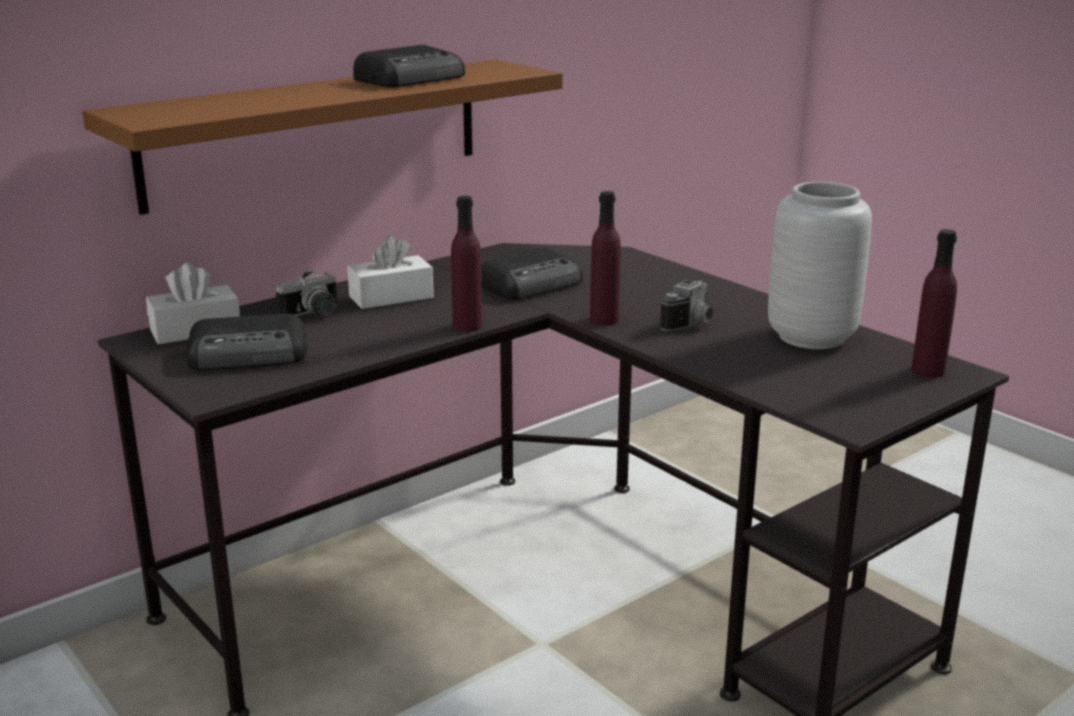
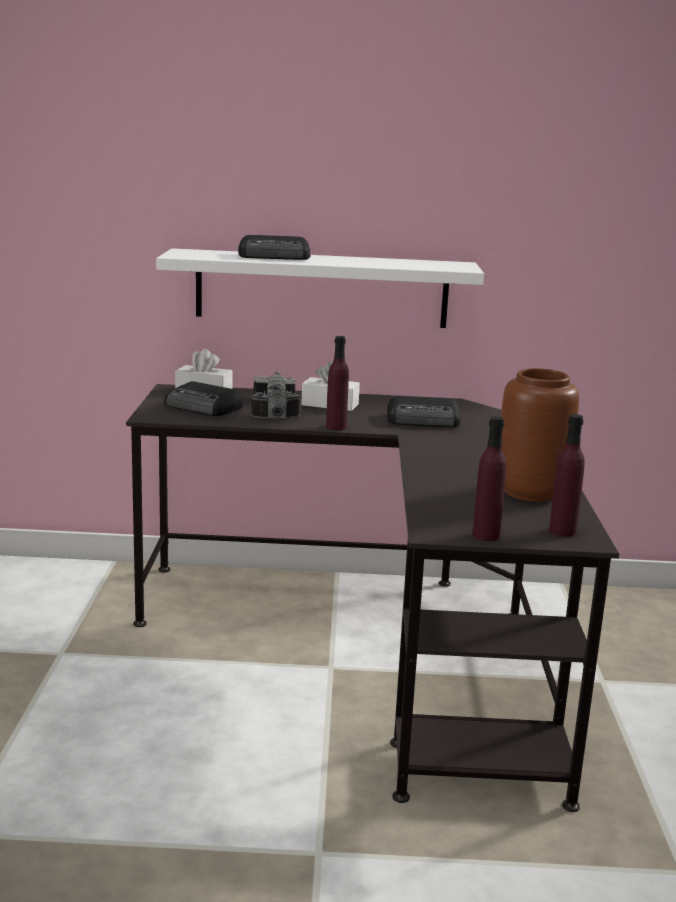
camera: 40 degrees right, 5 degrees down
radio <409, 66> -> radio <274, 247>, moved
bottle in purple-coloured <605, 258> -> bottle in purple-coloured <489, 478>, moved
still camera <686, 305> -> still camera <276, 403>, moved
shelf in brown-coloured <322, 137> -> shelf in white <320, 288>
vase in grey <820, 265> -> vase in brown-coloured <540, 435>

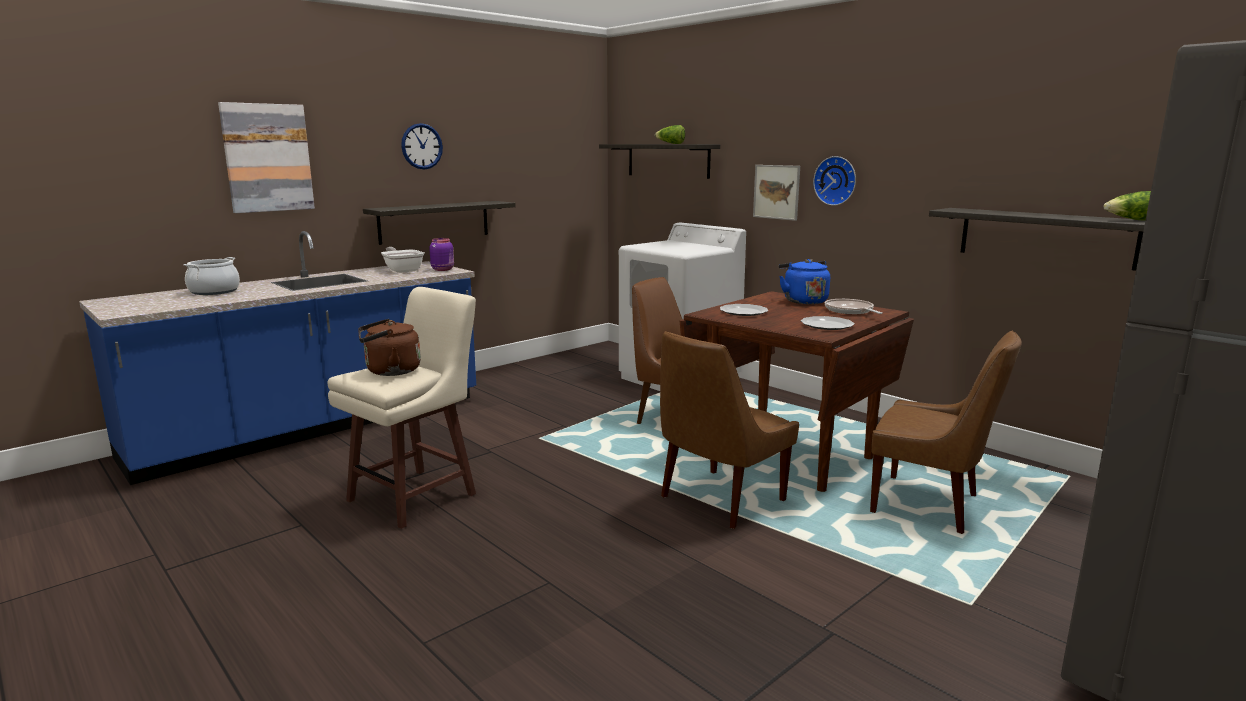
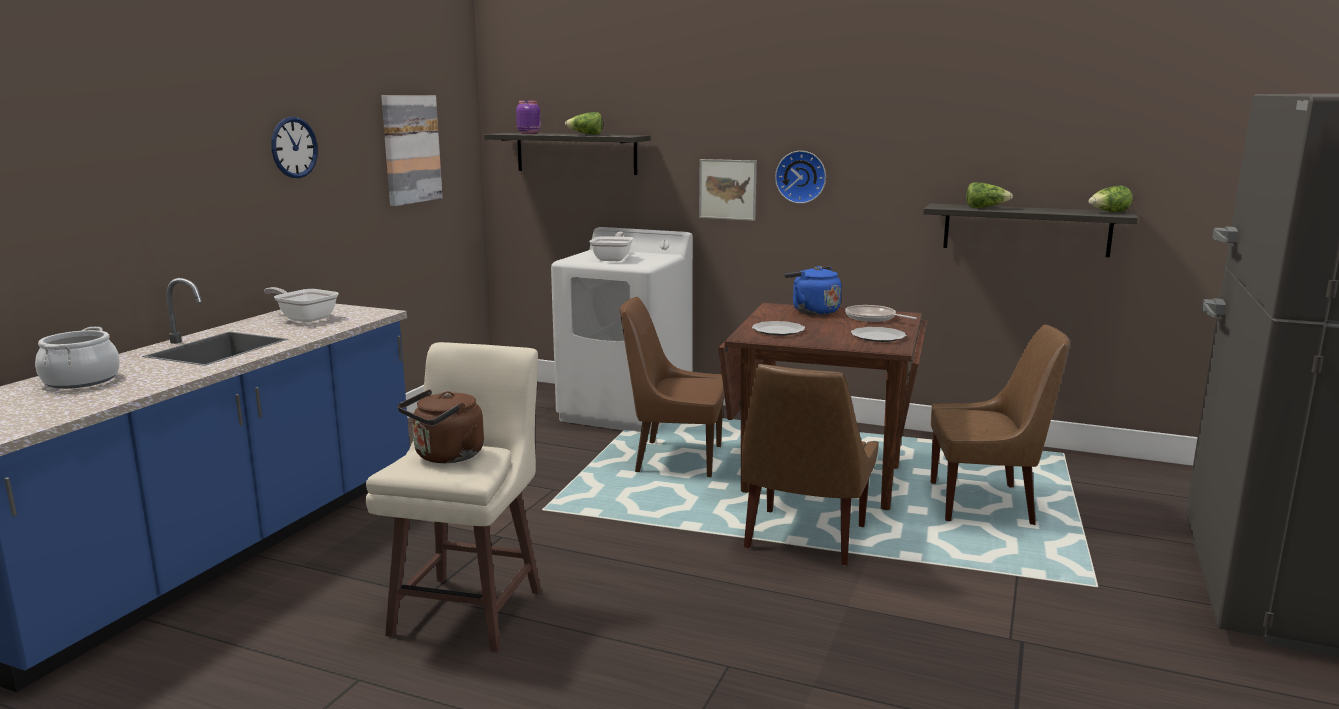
camera: 25 degrees left, 0 degrees up
shelf <439, 223> -> none
none -> frying pan <611, 246>
none -> lettuce head <989, 195>
wall picture <266, 157> -> wall picture <412, 150>, moved
jar in purple-coloured <441, 254> -> jar in purple-coloured <528, 117>, moved

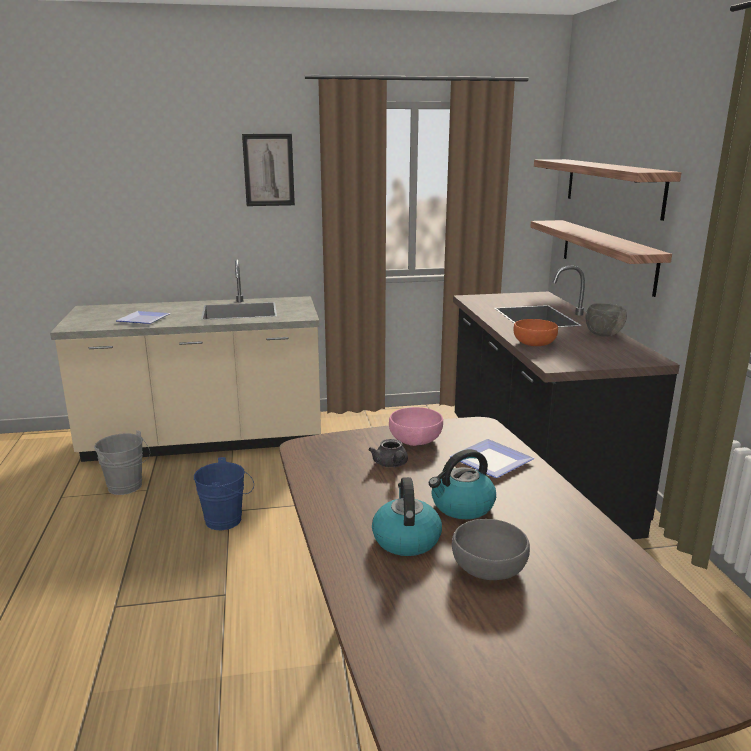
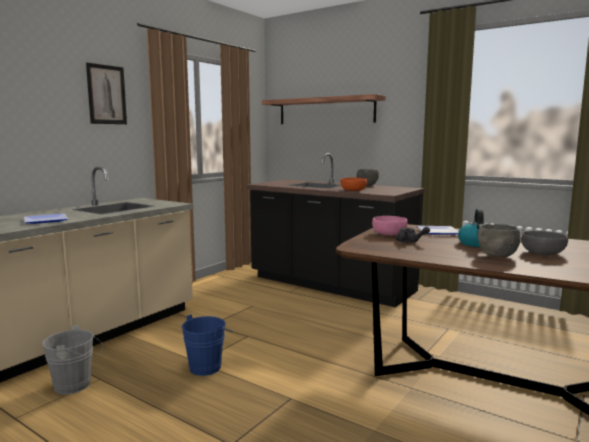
camera: 45 degrees left, 10 degrees down
shelf <601, 258> -> none
water kettle <407, 516> -> bowl in grey <499, 240>

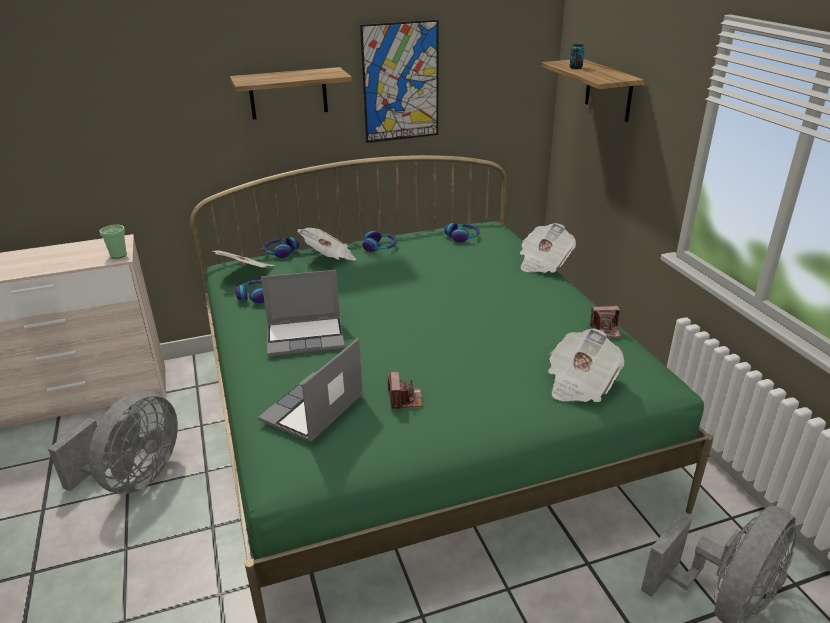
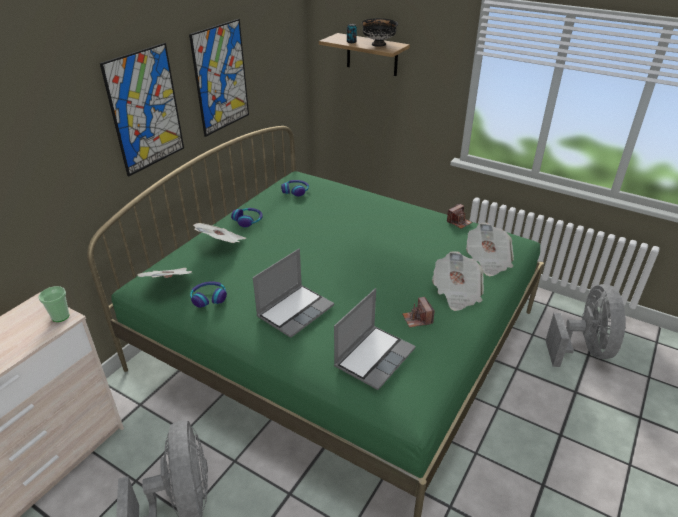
camera: 40 degrees left, 5 degrees up
headset <281, 247> -> none
none -> bowl in black <380, 32>
printed paper <548, 248> -> printed paper <458, 281>, moved
shelf <291, 93> -> wall picture <142, 109>
laptop <310, 390> -> laptop <375, 339>, 135 degrees counterclockwise
still camera <405, 391> -> still camera <418, 312>, 150 degrees counterclockwise

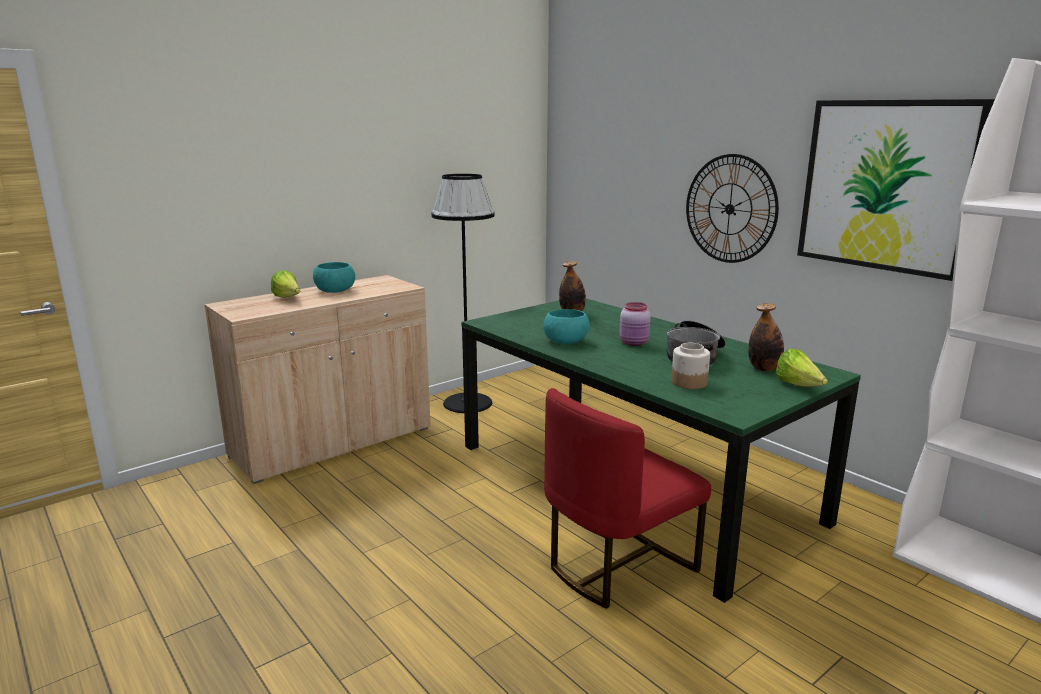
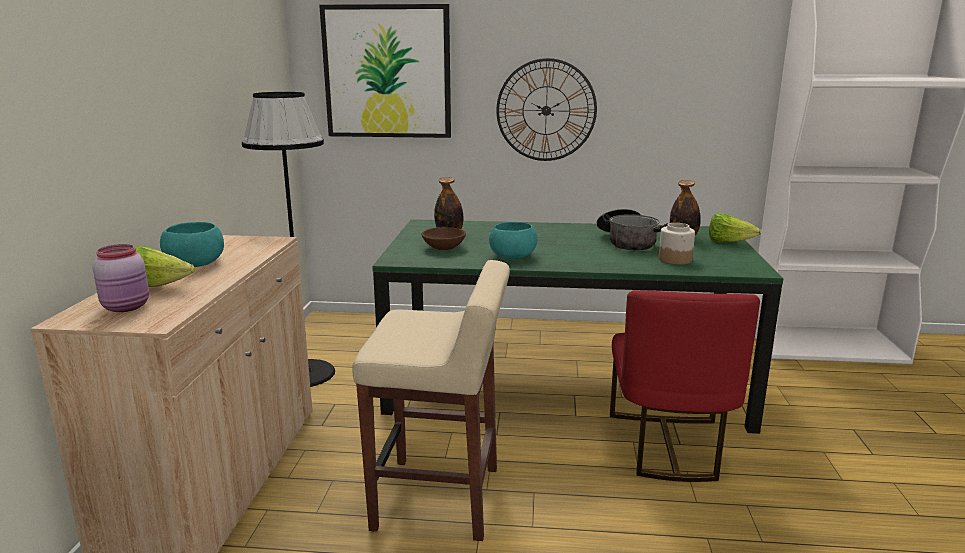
camera: 45 degrees left, 0 degrees up
none -> sitting stool in sand-coloured <431, 400>
none -> bowl in brown-coloured <444, 238>
jar in pink <635, 324> -> jar in pink <120, 278>, moved
wall picture <896, 190> -> wall picture <385, 71>, moved

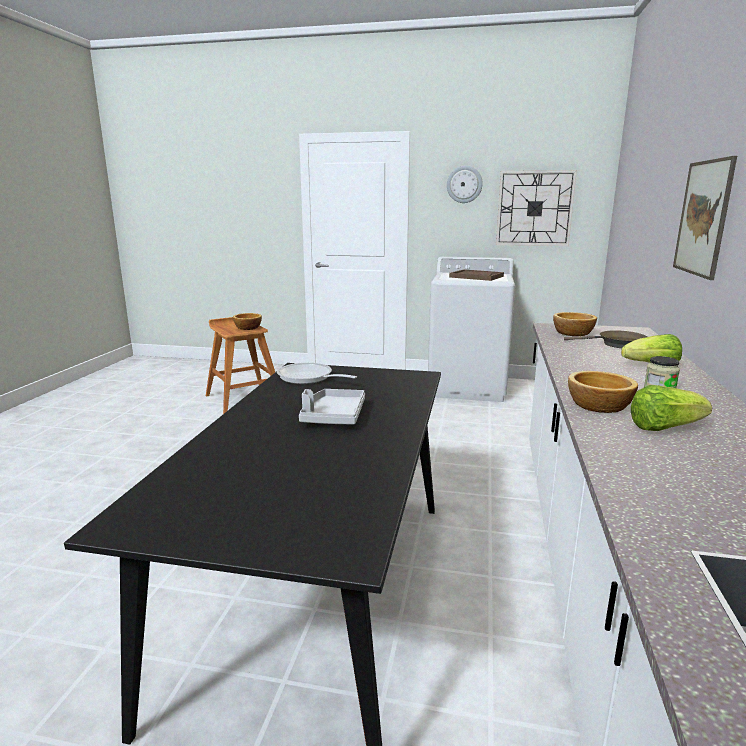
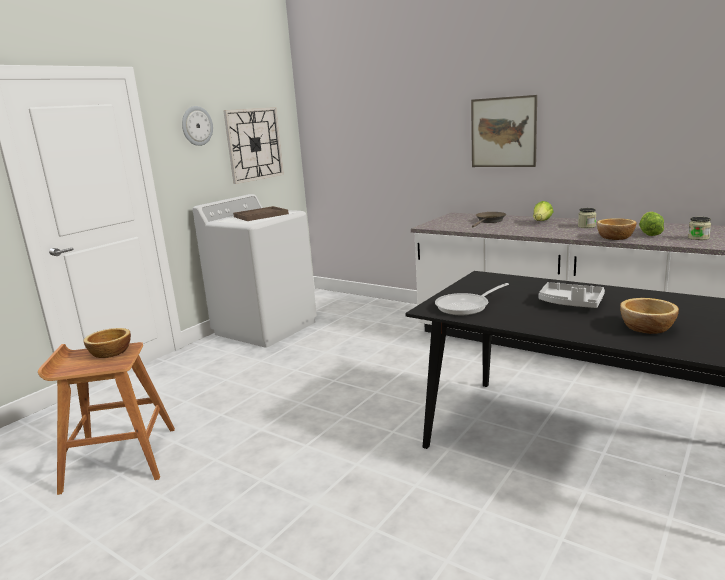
camera: 65 degrees left, 0 degrees up
none -> jar <699, 228>
bowl <575, 324> -> bowl <649, 316>, moved

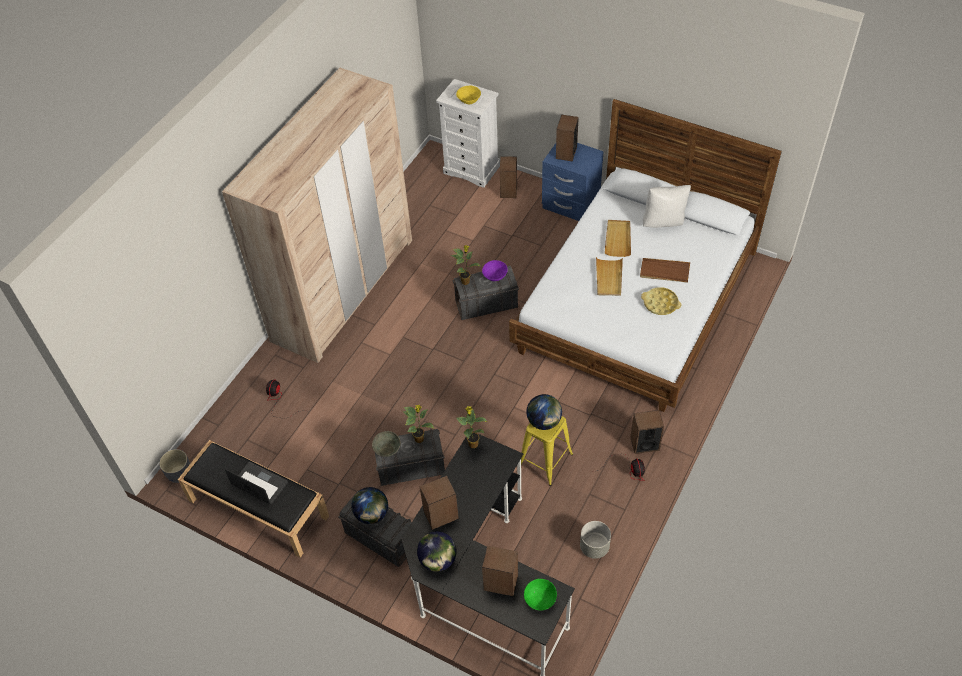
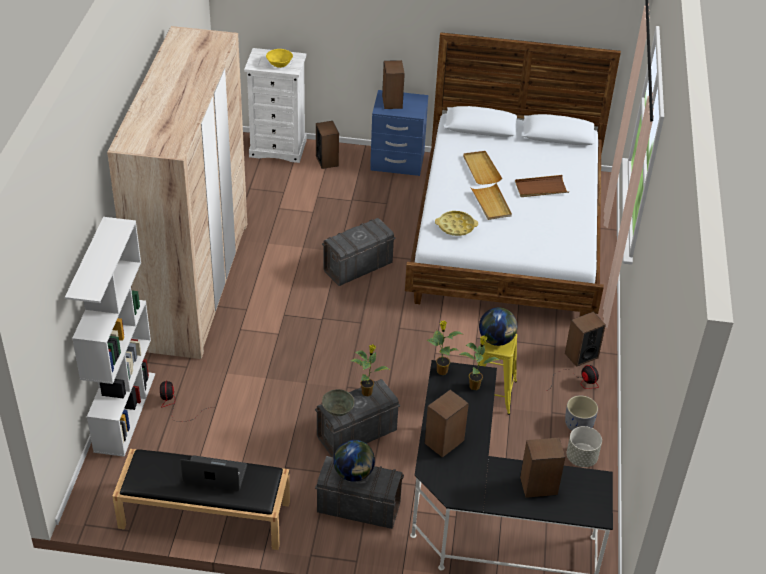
camera: 25 degrees left, 10 degrees down
globe <437, 551> -> none
bowl in purple-coloured <495, 270> -> none
bowl in green-coloured <540, 594> -> none
cushion in white <667, 206> -> none
none -> bookshelf in white <110, 337>
plant pot in grey <174, 466> -> plant pot in grey <581, 413>, moved
plant in a pot <465, 265> -> plant in a pot <479, 362>, moved
carrying tray in yellow <661, 301> -> carrying tray in yellow <456, 223>, moved

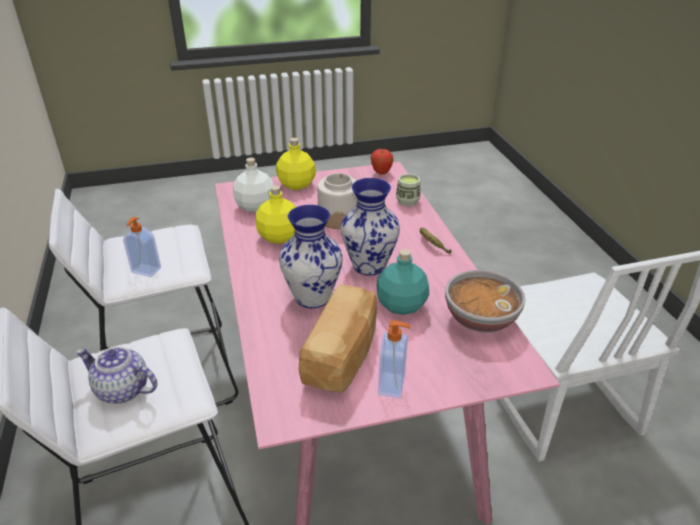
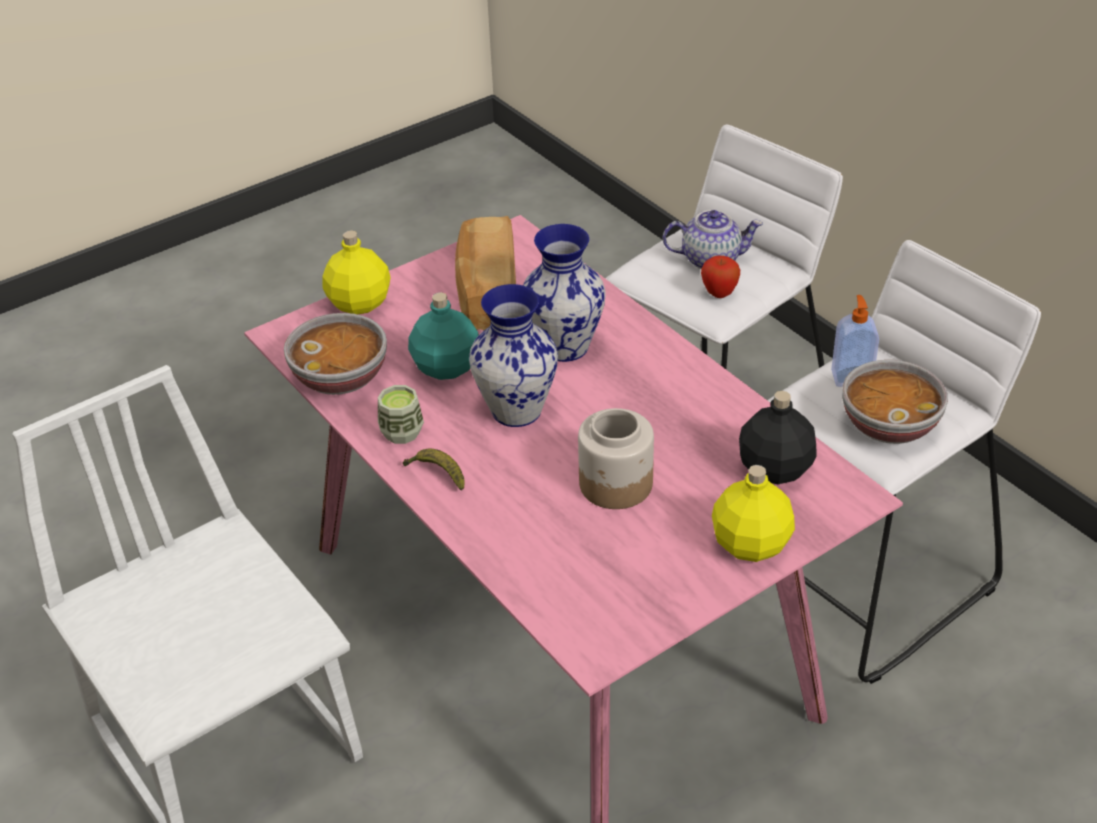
camera: 160 degrees right, 5 degrees up
soap bottle <394, 359> -> none
none -> bowl <895, 402>
bottle in yellow <276, 214> -> bottle in yellow <356, 272>, moved
apple <382, 162> -> apple <720, 277>, moved
cup <408, 190> -> cup <401, 414>, moved
bottle in white <253, 185> -> bottle in black <778, 437>

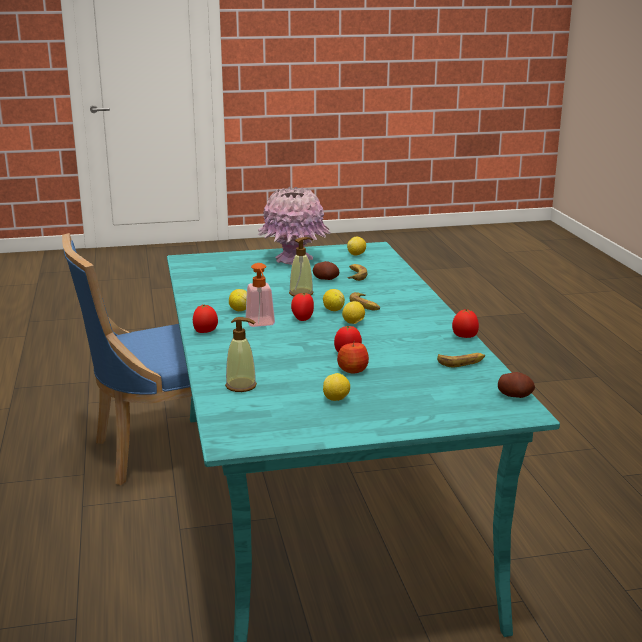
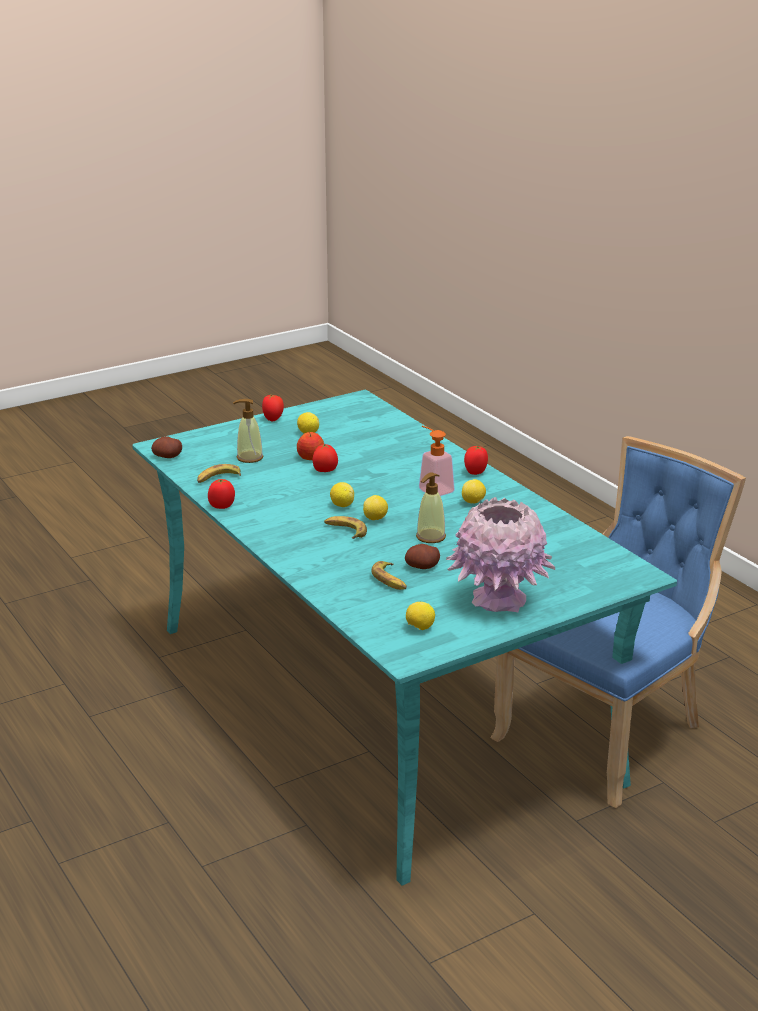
camera: 160 degrees right, 5 degrees up
soap bottle <241, 354> -> soap bottle <248, 431>, moved
fresh tomato <302, 307> -> fresh tomato <273, 407>, moved

